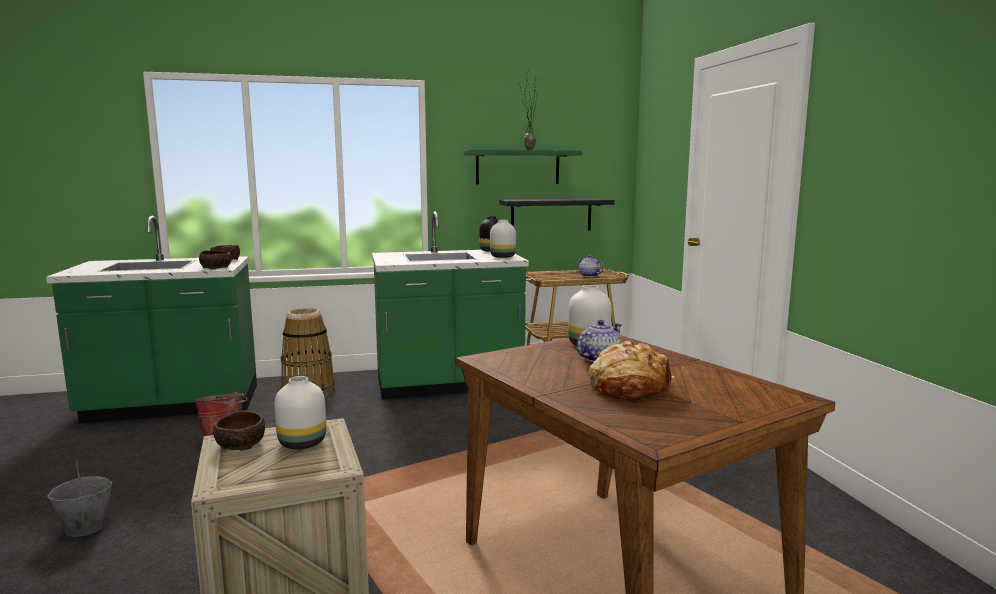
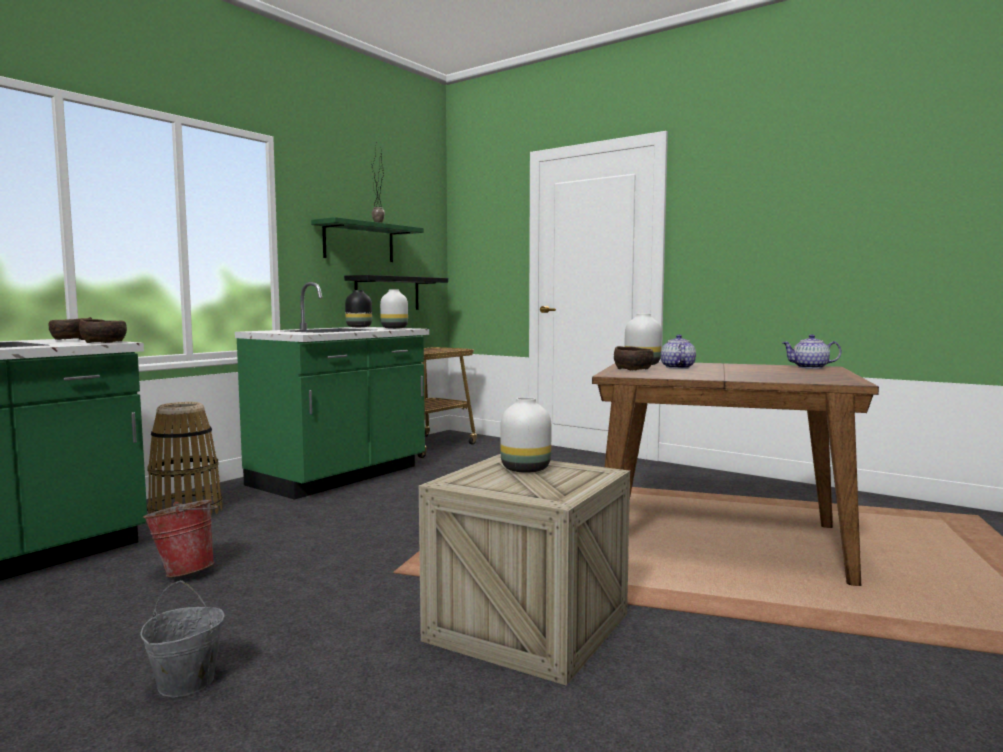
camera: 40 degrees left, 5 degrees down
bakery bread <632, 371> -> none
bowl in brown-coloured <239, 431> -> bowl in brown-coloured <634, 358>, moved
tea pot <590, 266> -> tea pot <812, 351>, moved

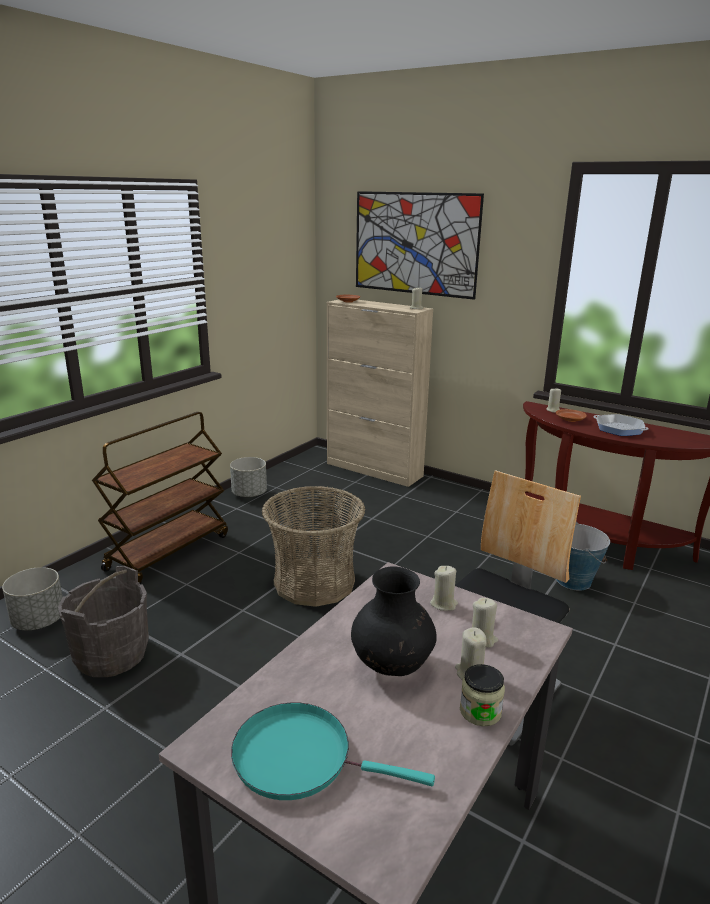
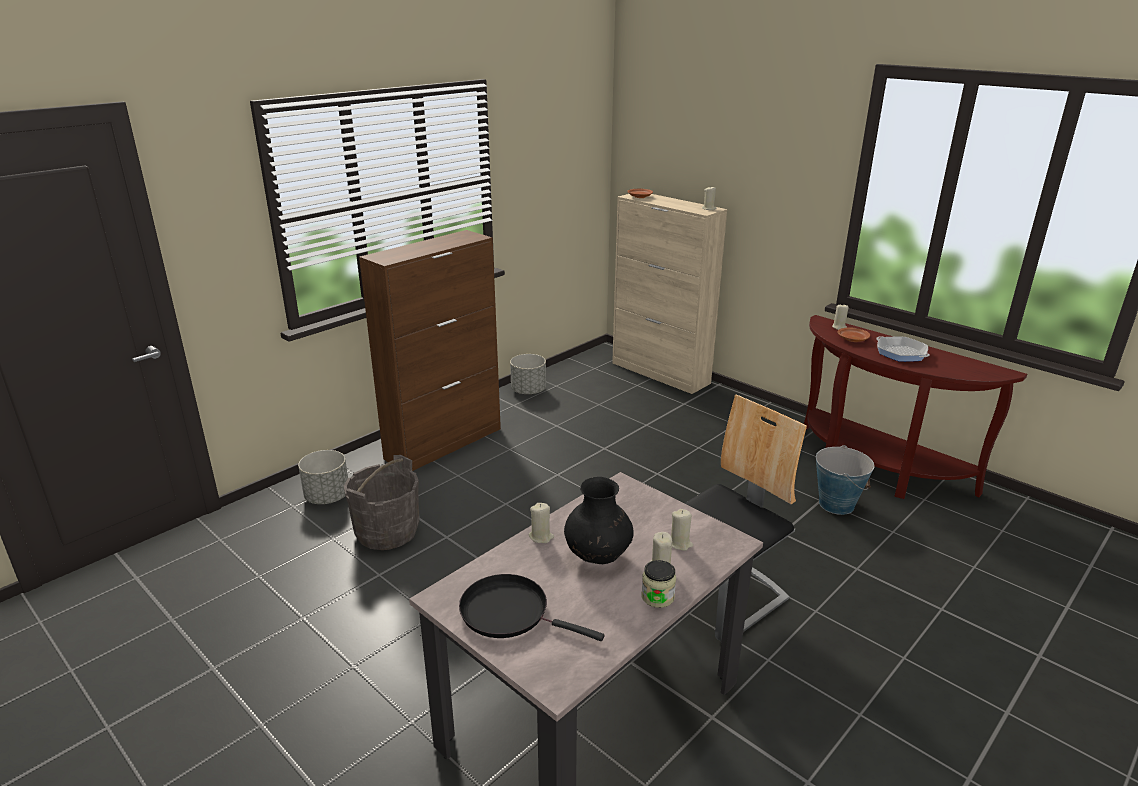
camera: 10 degrees right, 5 degrees up
storage basket <313, 546> -> none
wall picture <420, 245> -> none
wax candle in sand-coloured <444, 588> -> wax candle in sand-coloured <541, 523>, moved
cart in brown-coloured <160, 498> -> storage cabinet in brown-coloured <430, 350>
frying pan in turquoise <333, 751> -> frying pan in black <531, 607>

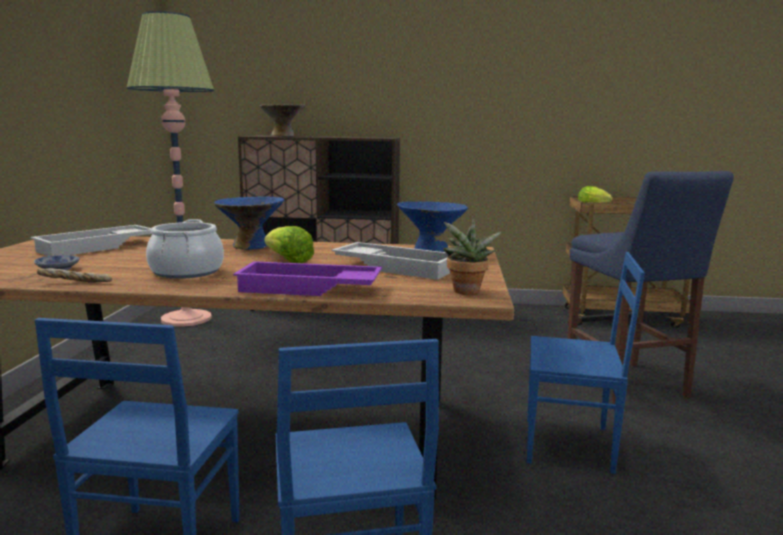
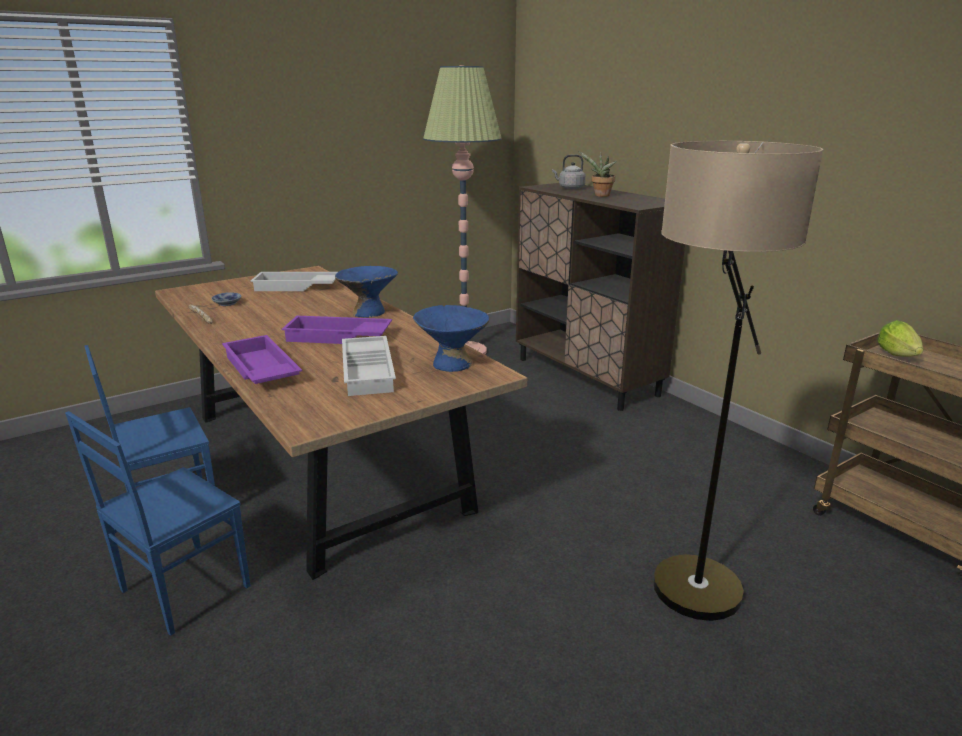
camera: 50 degrees right, 10 degrees up
saucepot <185, 249> -> none
upright chair in blue <586, 363> -> none
plant in a pot <472, 256> -> plant in a pot <597, 174>, moved
bowl in grey <282, 120> -> water kettle in grey <569, 171>
lettuce head <289, 244> -> carrying tray in purple-coloured <337, 330>
sitting stool in blue <650, 287> -> standard lamp <738, 381>

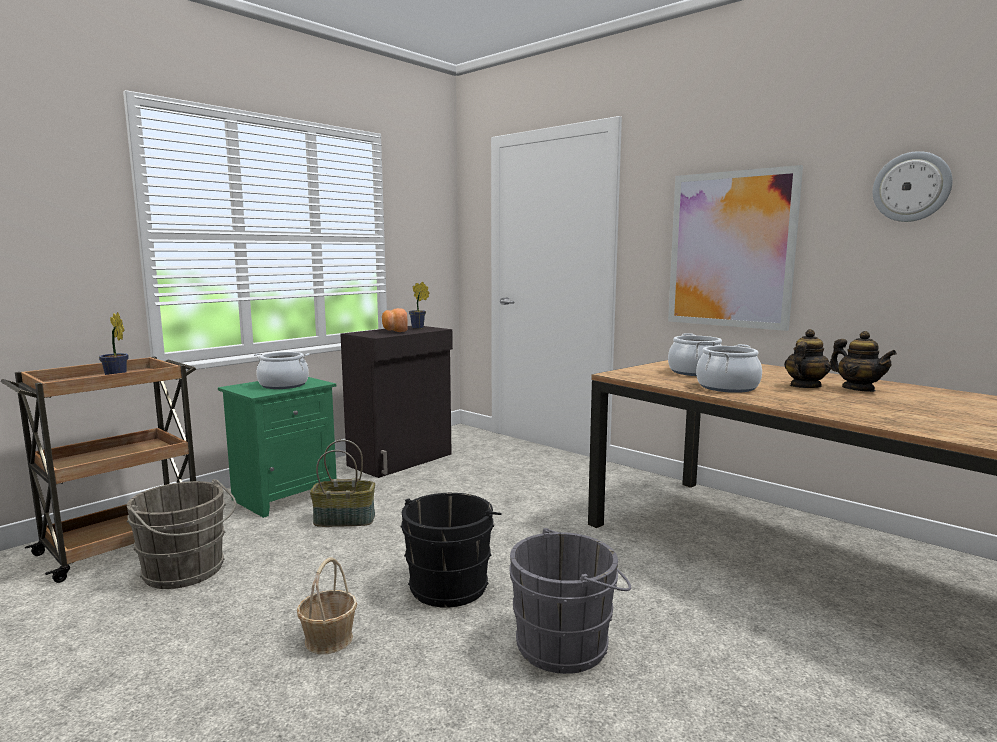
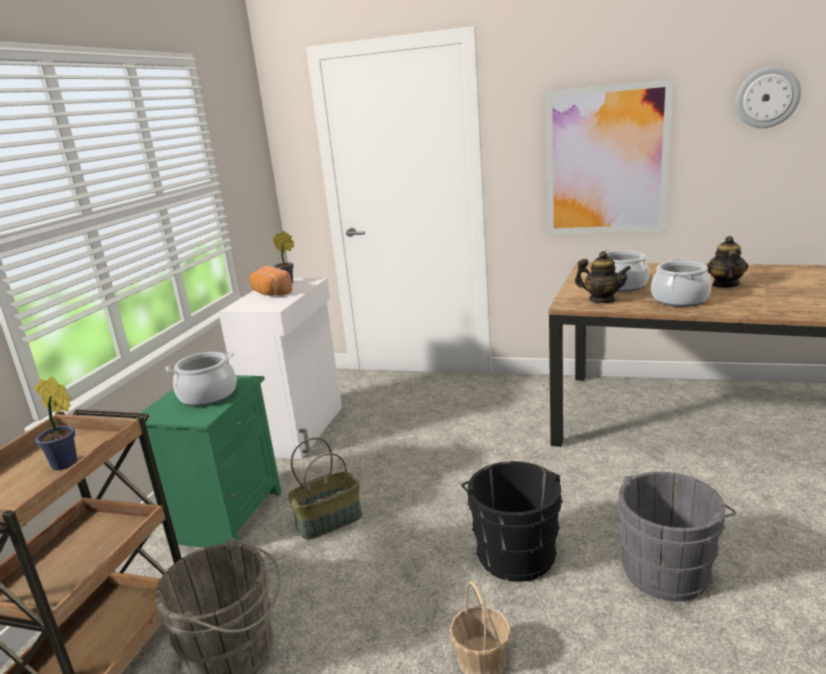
camera: 25 degrees left, 10 degrees up
tea pot <863, 361> -> tea pot <603, 277>, moved
storage cabinet in black <396, 402> -> storage cabinet in white <280, 368>

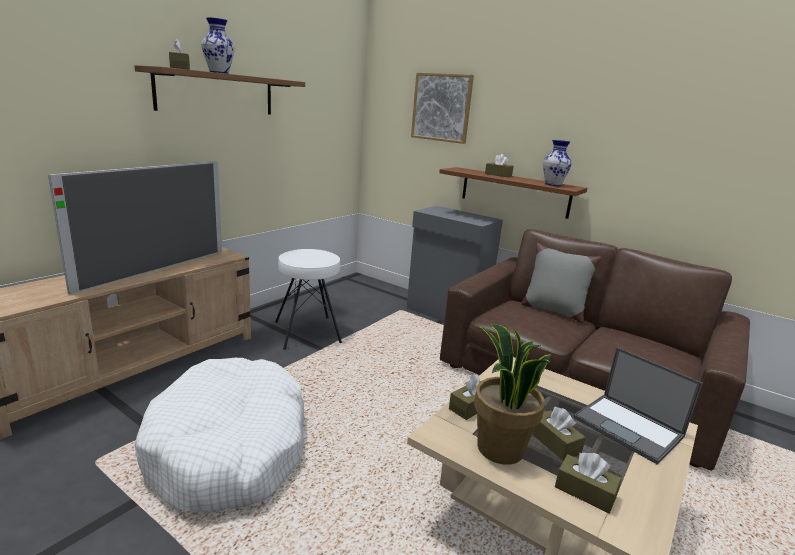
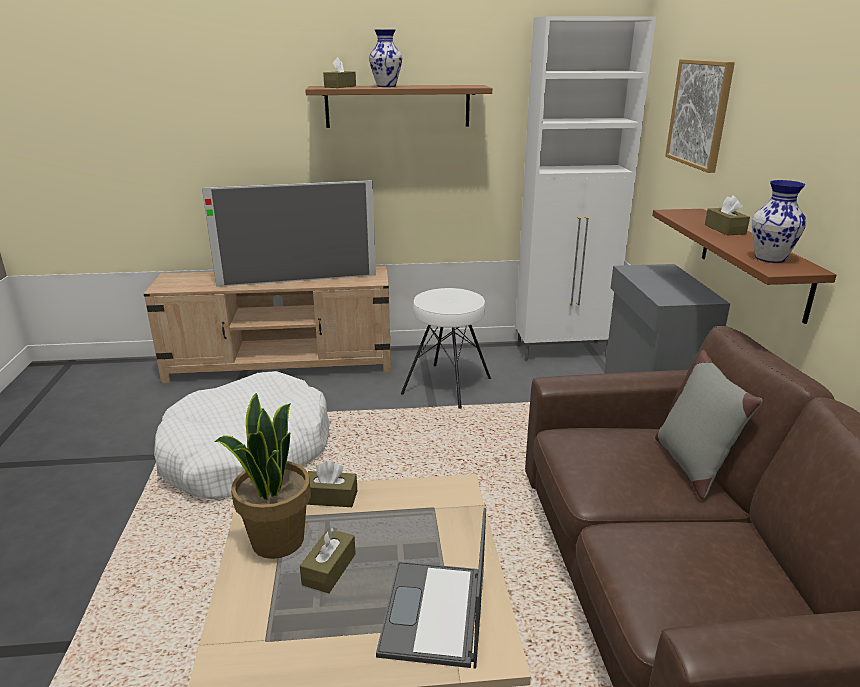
camera: 50 degrees right, 5 degrees up
tissue box in brown-coloured <588, 483> -> none
none -> storage cabinet in white <585, 188>

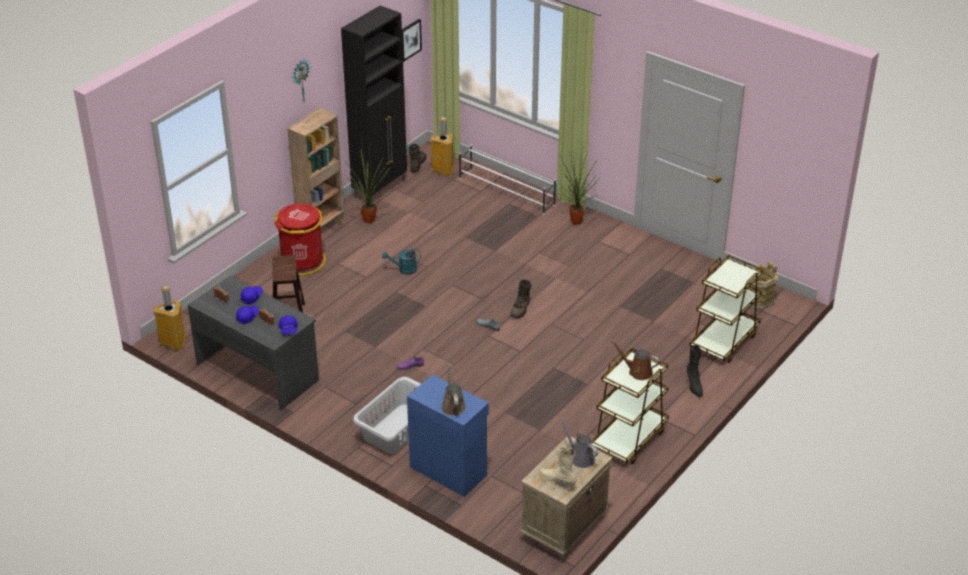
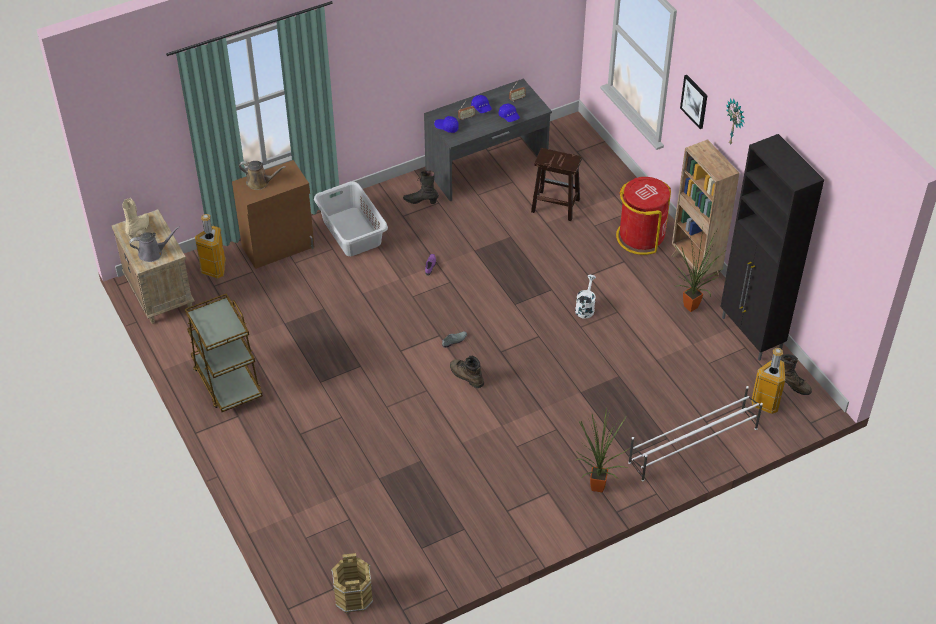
camera: 115 degrees right, 10 degrees up
watering pot in brown-coloured <635, 360> -> none
cart in brown-coloured <726, 309> -> none
trash can <170, 317> -> trash can <210, 246>, moved
wall picture <412, 40> -> wall picture <694, 102>, moved
high-top boot in black <694, 371> -> high-top boot in black <421, 187>, moved
watering pot in turquoise <401, 262> -> watering pot in white <585, 297>
storage cabinet in blue <448, 435> -> storage cabinet in brown-coloured <273, 214>
high-top boot in sand-coloured <558, 468> -> high-top boot in sand-coloured <136, 218>, 45 degrees counterclockwise

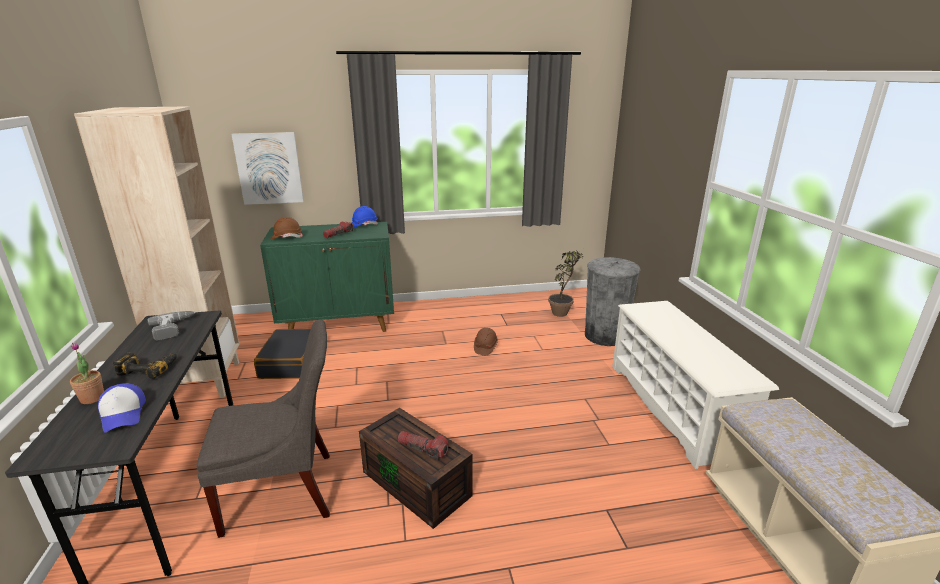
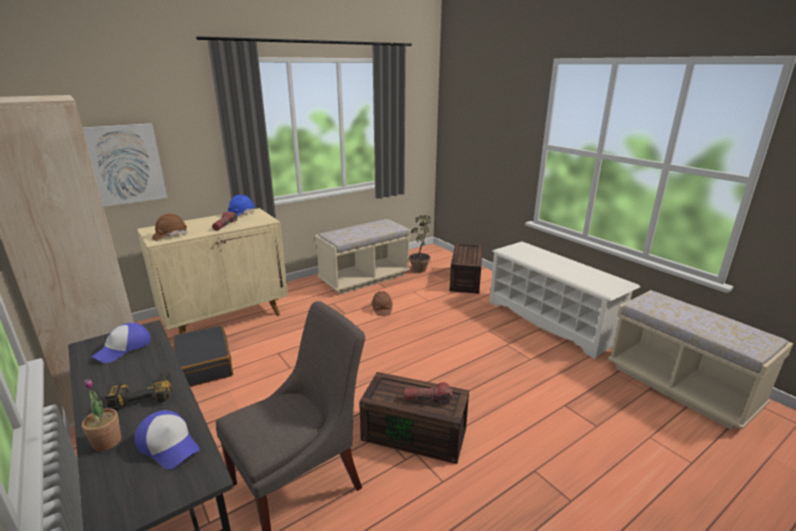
camera: 25 degrees left, 0 degrees up
none -> bench in sand-coloured <363, 256>
drill <172, 326> -> baseball cap <121, 343>
trash can in grey <613, 301> -> storage bin in brown-coloured <466, 268>
storage cabinet in green-coloured <327, 277> -> storage cabinet in sand-coloured <212, 271>

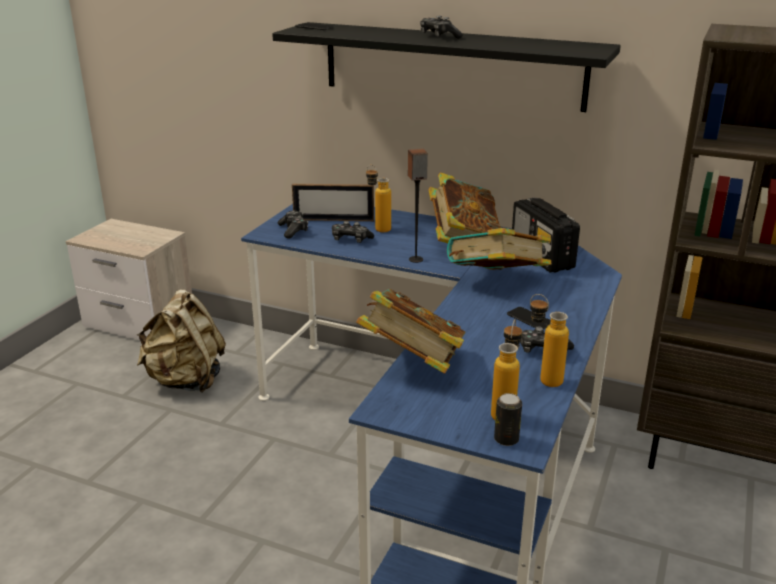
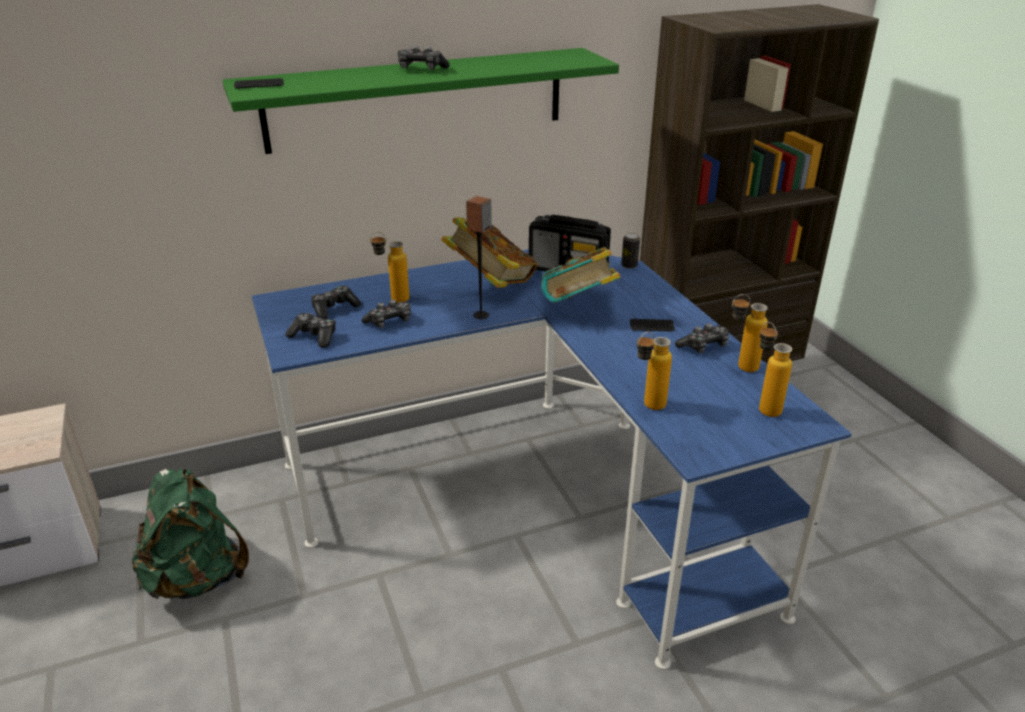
camera: 45 degrees left, 5 degrees up
metal can <508, 419> -> metal can <630, 251>, moved
standing frame <333, 202> -> gamepad <336, 302>
volume <411, 331> -> bottle <654, 371>
rucksack in sand-coloured <181, 341> -> rucksack in green-coloured <190, 533>
shelf in black <446, 67> -> shelf in green-coloured <420, 101>

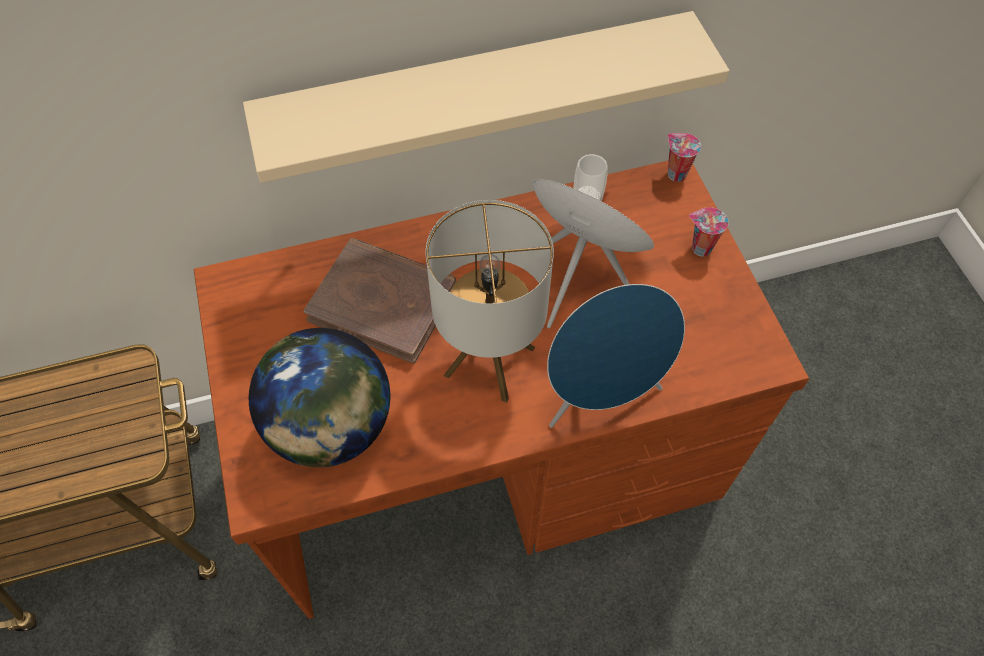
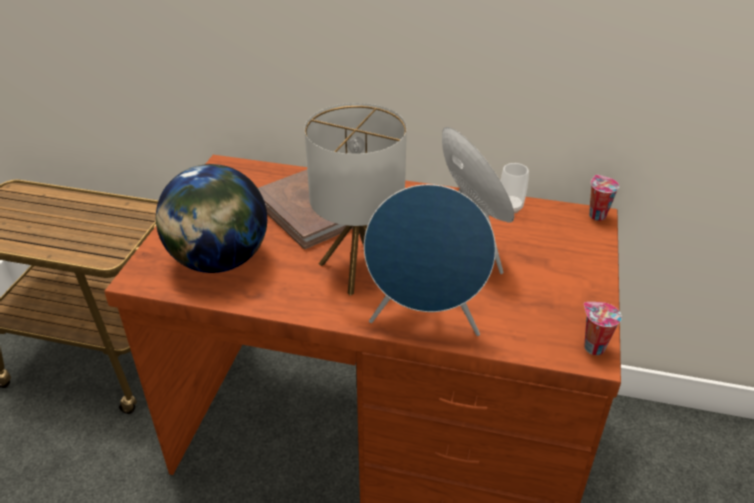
camera: 30 degrees right, 20 degrees down
shelf in sand-coloured <486, 97> -> none
cup <709, 232> -> cup <603, 328>, moved

